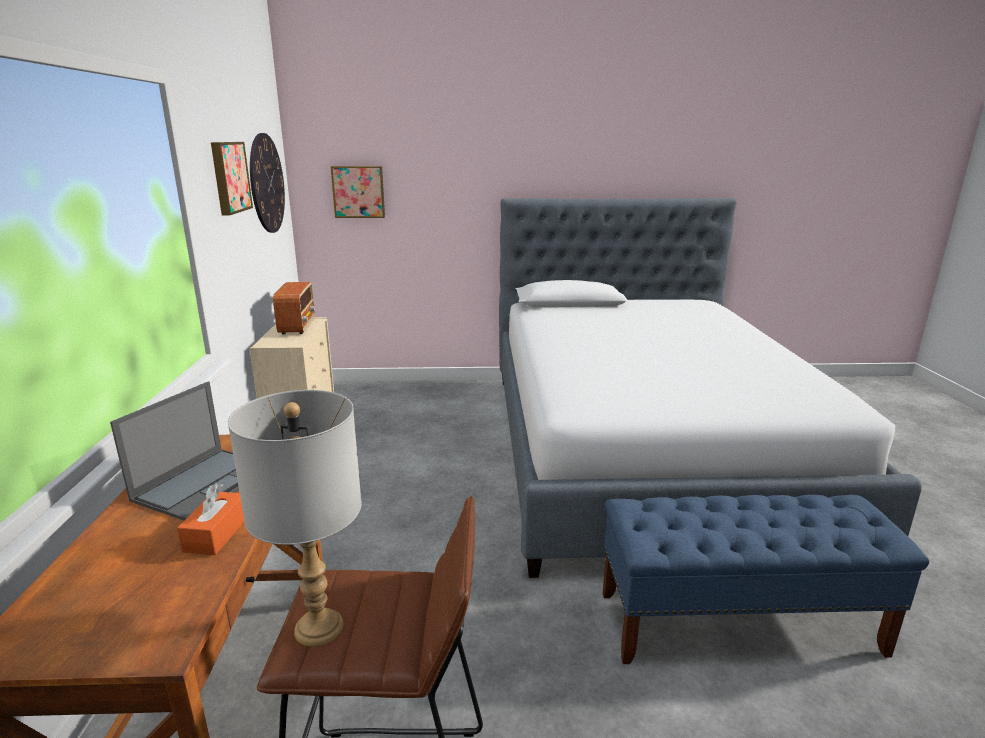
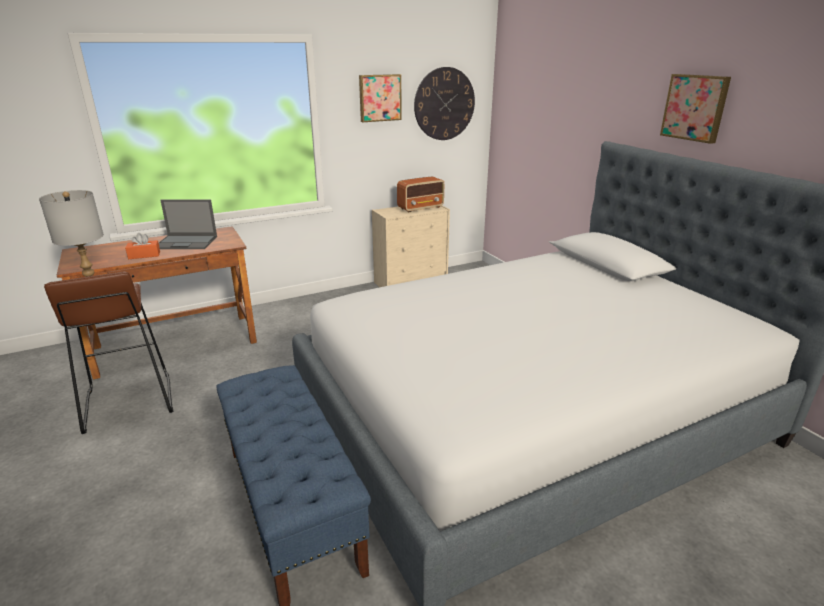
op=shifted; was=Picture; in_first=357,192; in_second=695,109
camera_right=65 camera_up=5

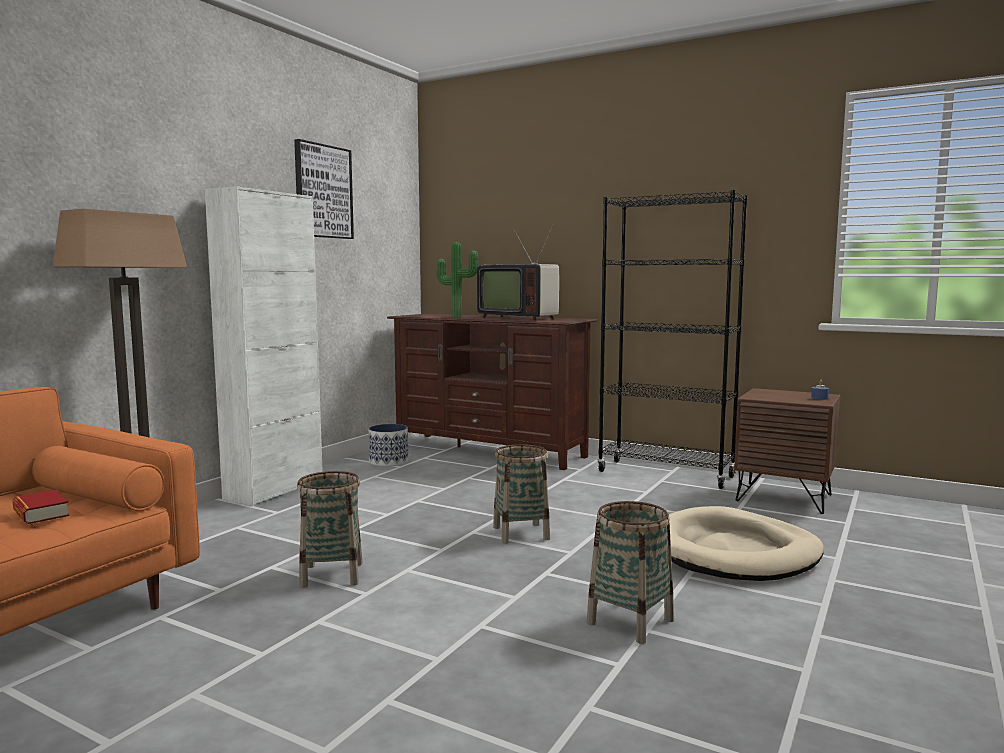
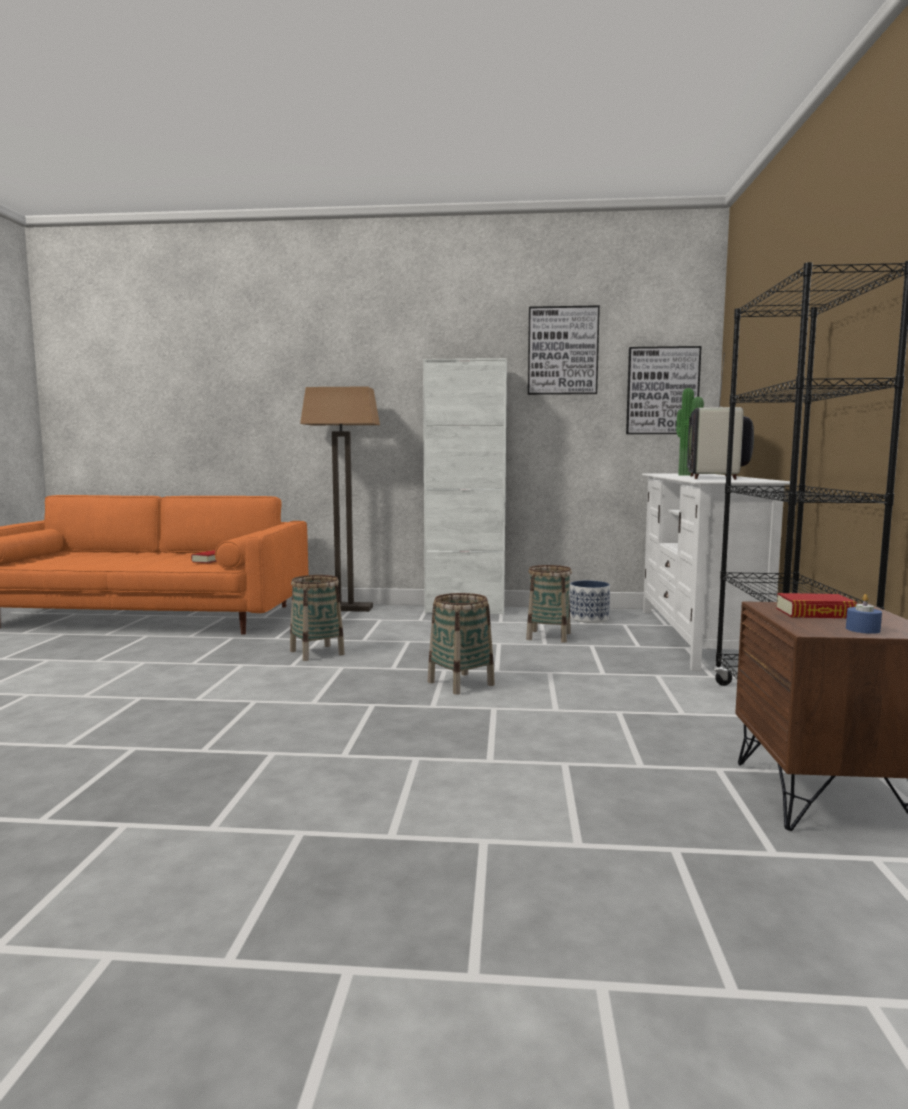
op=shifted; was=Basket; in_first=630,572; in_second=549,604
op=new; now=Picture; in_second=664,390
op=repainted; was=BrownTvStand; now=WhiteTvStand; in_first=492,392; in_second=716,572
op=new; now=Book; in_second=816,605
op=gone; was=BeigeDogBed; in_first=746,543
camera_right=65 camera_up=0

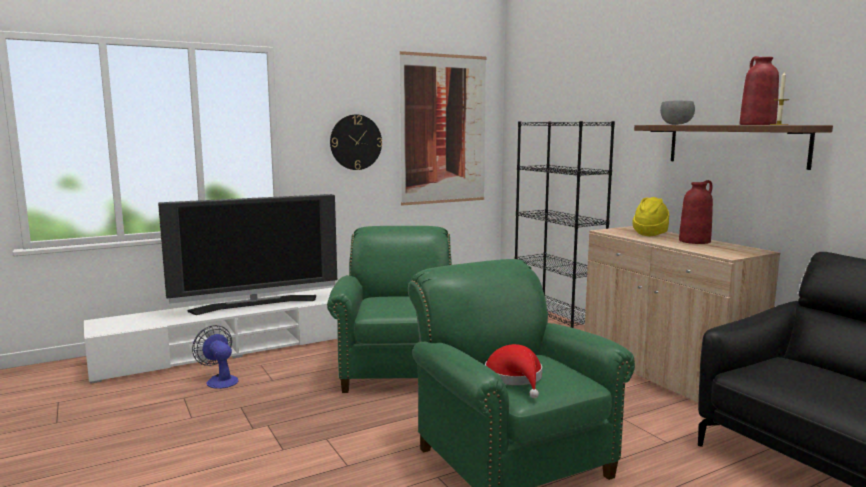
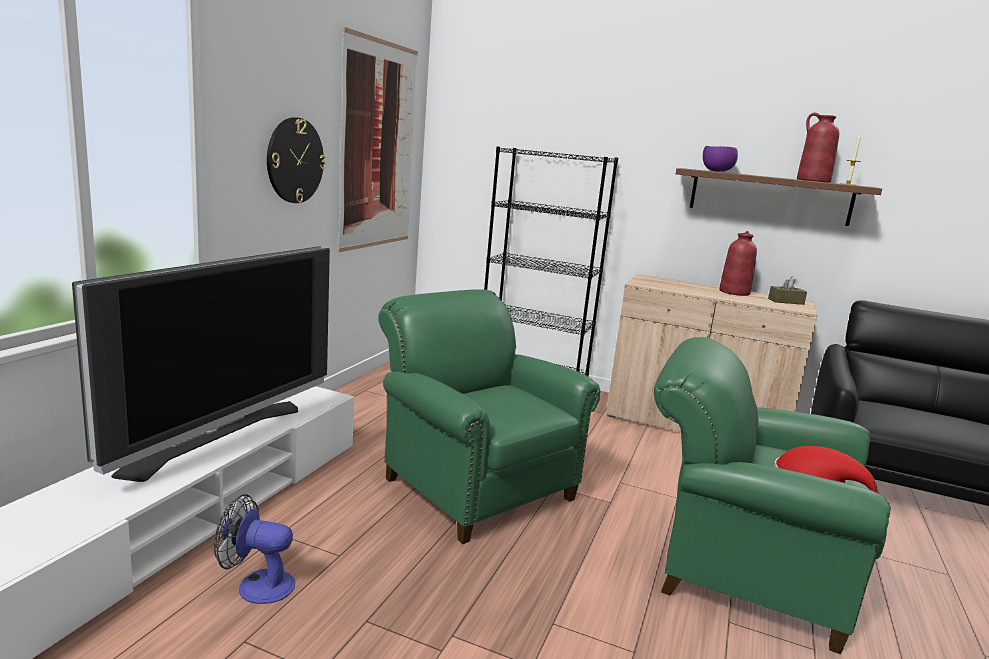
op=repainted; was=GreyBowl; now=PurpleBowl; in_first=677,112; in_second=720,159
op=new; now=BrownTissueBox; in_second=787,291
op=gone; was=YellowHat; in_first=650,216
camera_right=-40 camera_up=5

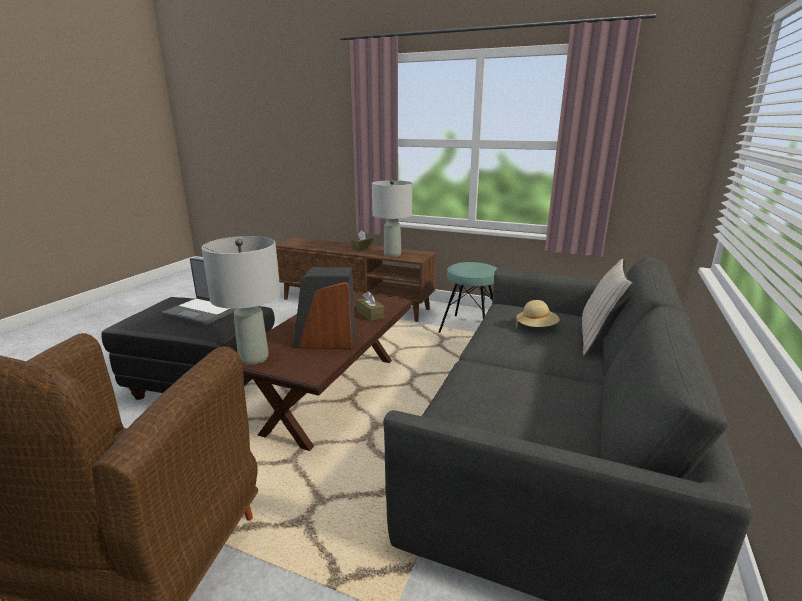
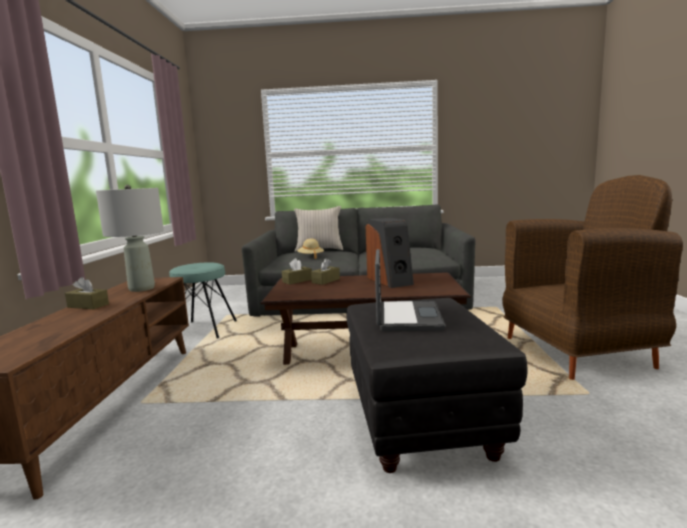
op=new; now=BrownTissueBox; in_second=297,271
op=gone; was=GreyTableLamp; in_first=241,300
camera_right=-110 camera_up=-10

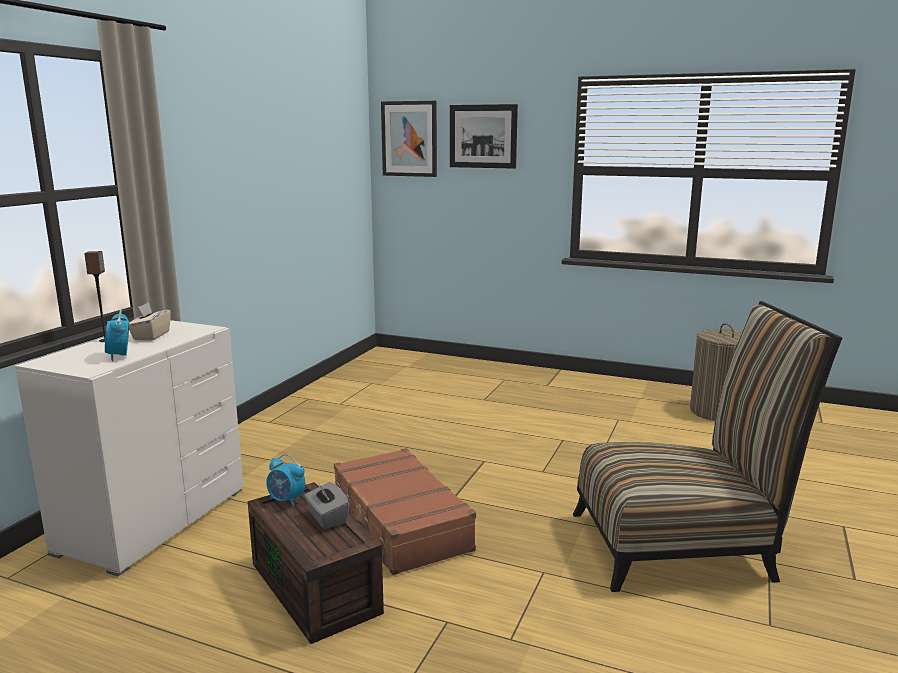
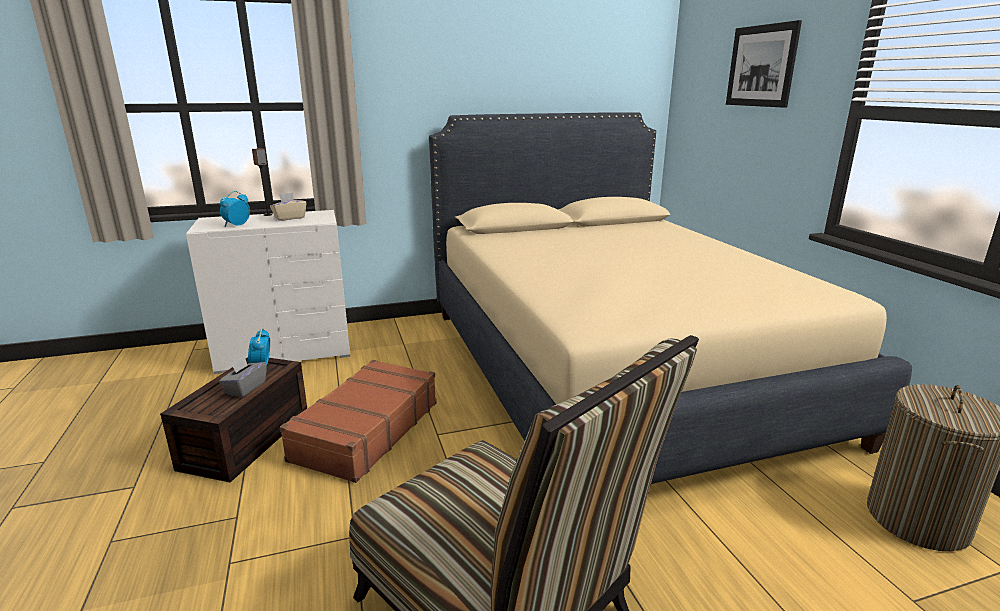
op=new; now=BeigeBed; in_second=670,298
op=gone; was=Picture; in_first=409,139
camera_right=50 camera_up=5

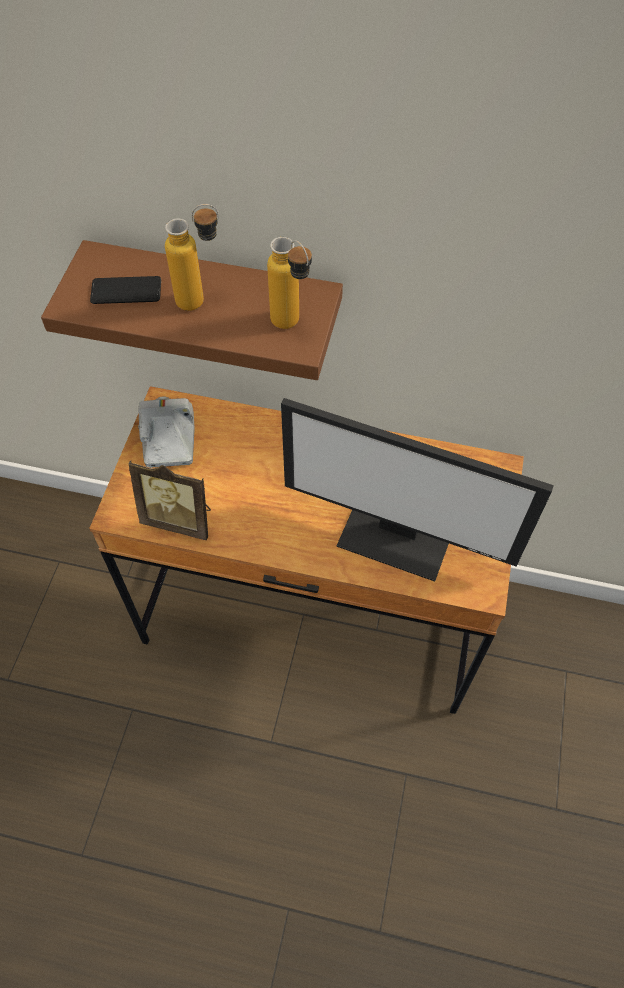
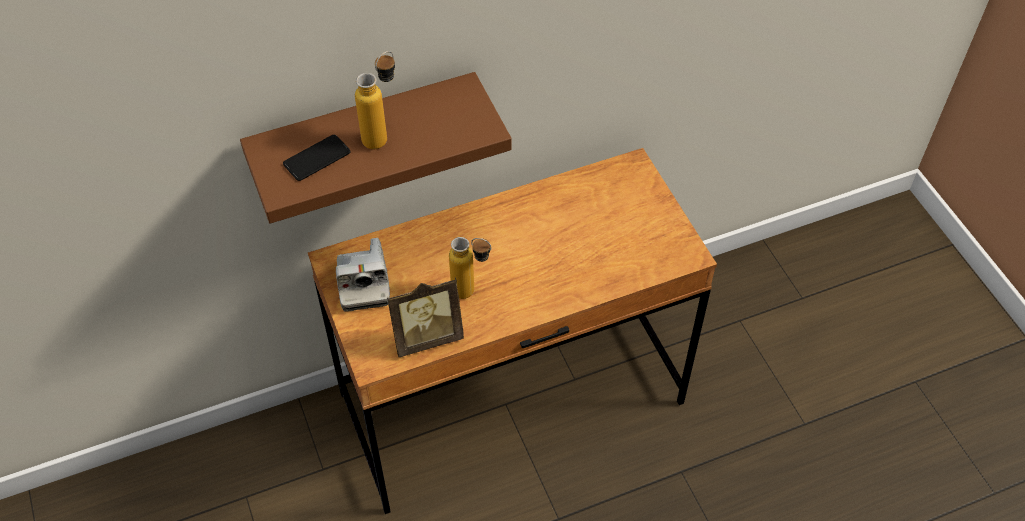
op=rotated; was=PhotoCamera; in_first=166,432; in_second=363,275; clockwise=-150
op=shifted; was=Bottle; in_first=289,283; in_second=470,268
op=gone; was=Monitor; in_first=417,490
camera_right=-35 camera_up=-5

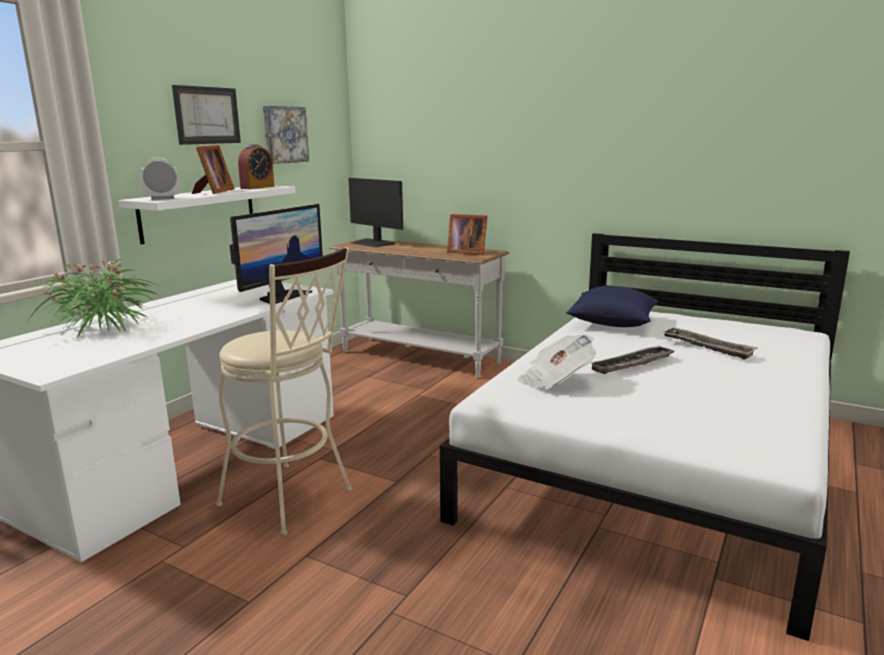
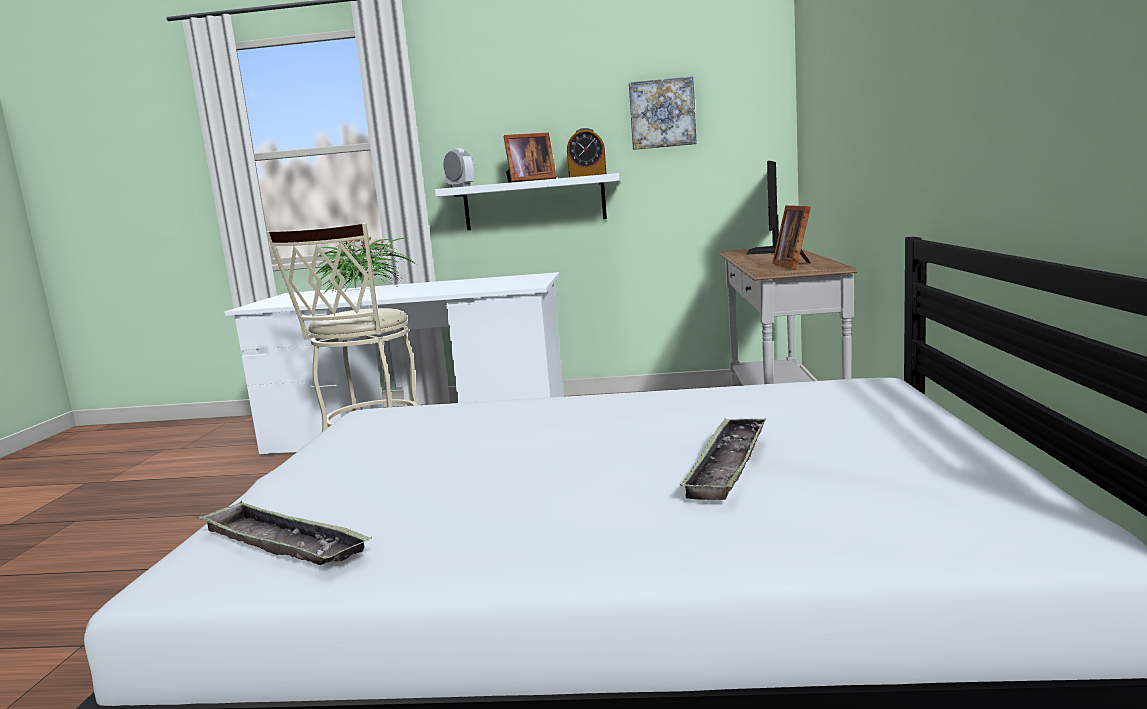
op=shifted; was=Tray; in_first=632,359; in_second=284,533
op=gone; was=Picture; in_first=206,115
op=gone; was=Monitor; in_first=276,254
op=gone; was=Newspaper; in_first=557,362
op=gone; was=BluePillow; in_first=612,306
camera_right=65 camera_up=-5

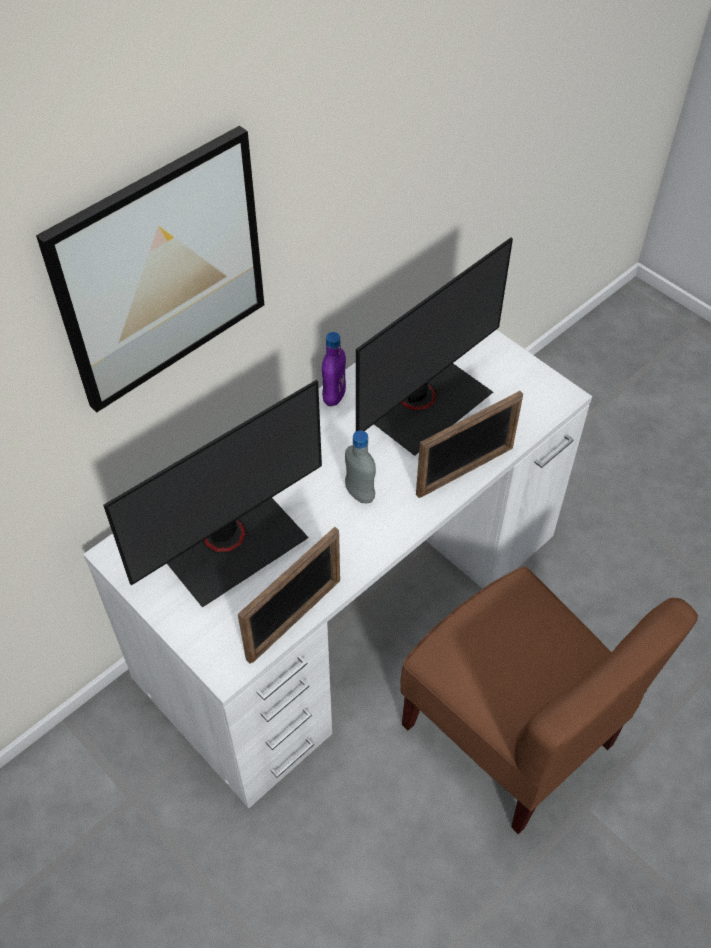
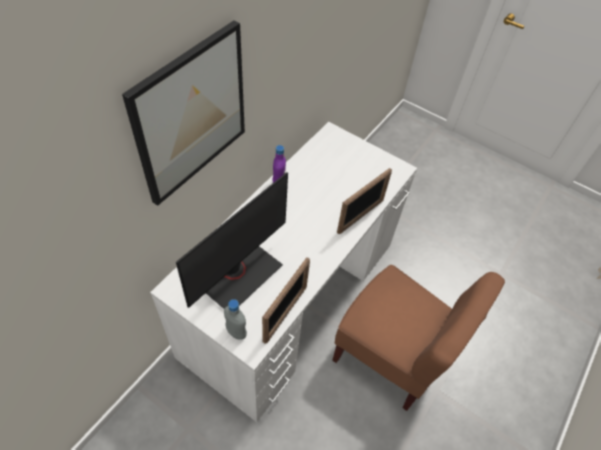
op=shifted; was=GreyBottle; in_first=360,466; in_second=235,319
op=gone; was=Monitor; in_first=434,347
camera_right=-15 camera_up=0

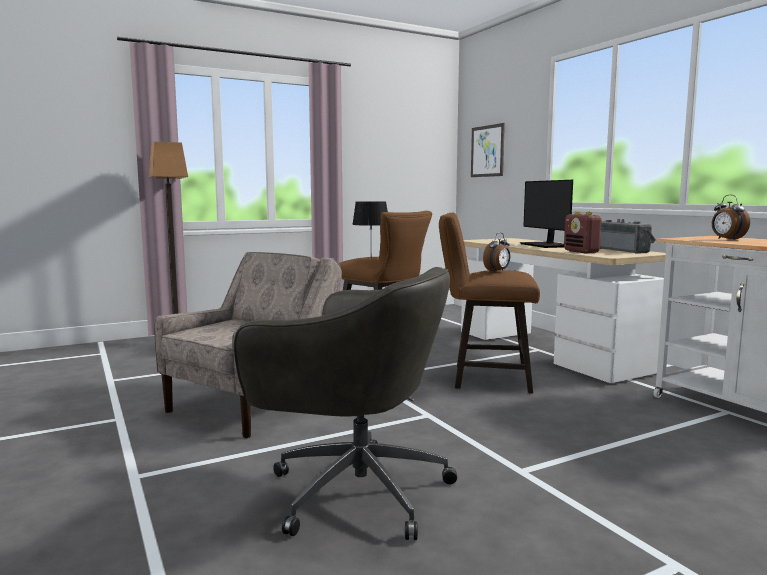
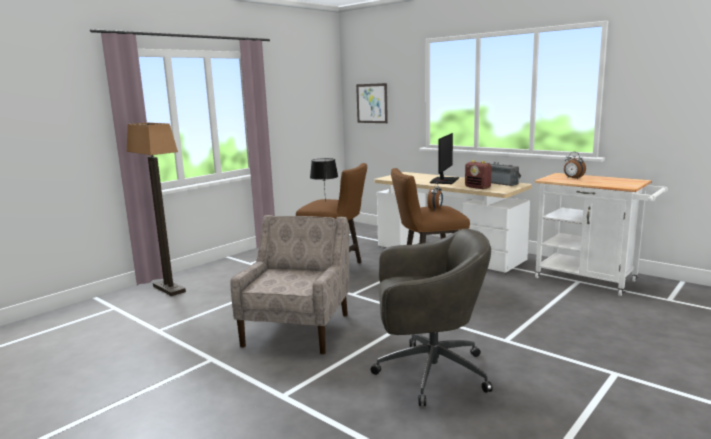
op=rotated; was=Monitor; in_first=546,214; in_second=444,158; clockwise=-120
camera_right=-20 camera_up=5

